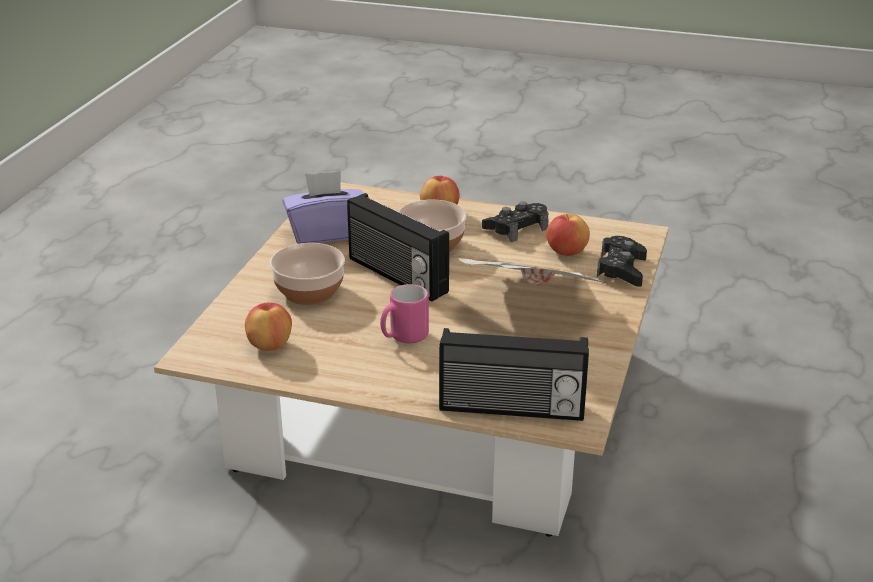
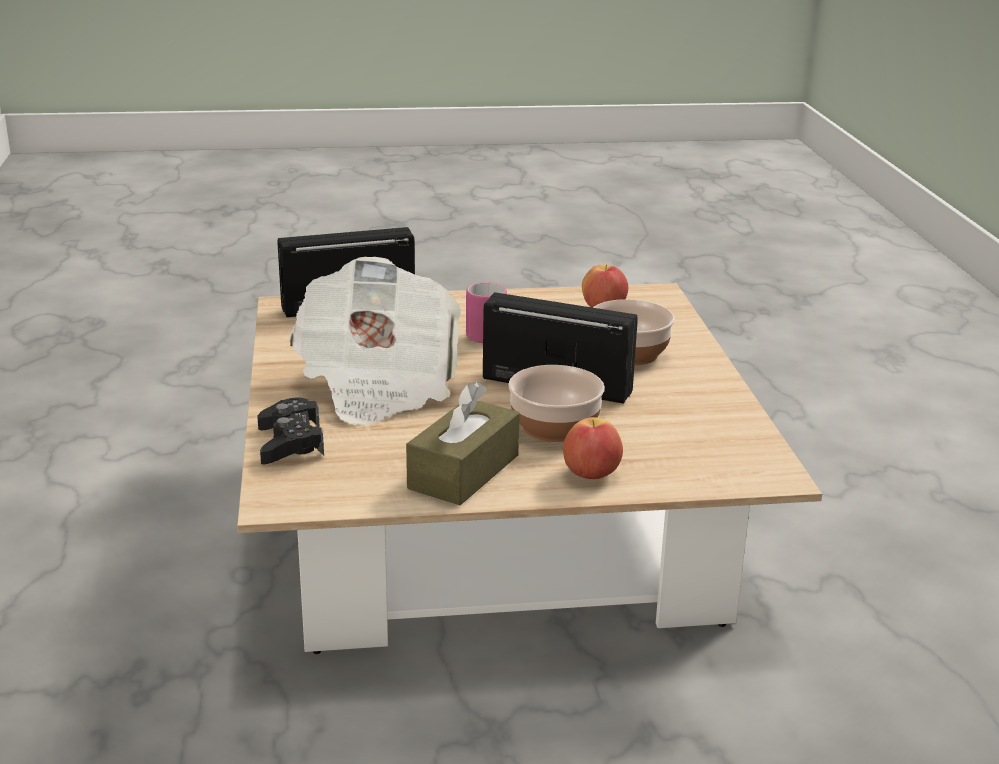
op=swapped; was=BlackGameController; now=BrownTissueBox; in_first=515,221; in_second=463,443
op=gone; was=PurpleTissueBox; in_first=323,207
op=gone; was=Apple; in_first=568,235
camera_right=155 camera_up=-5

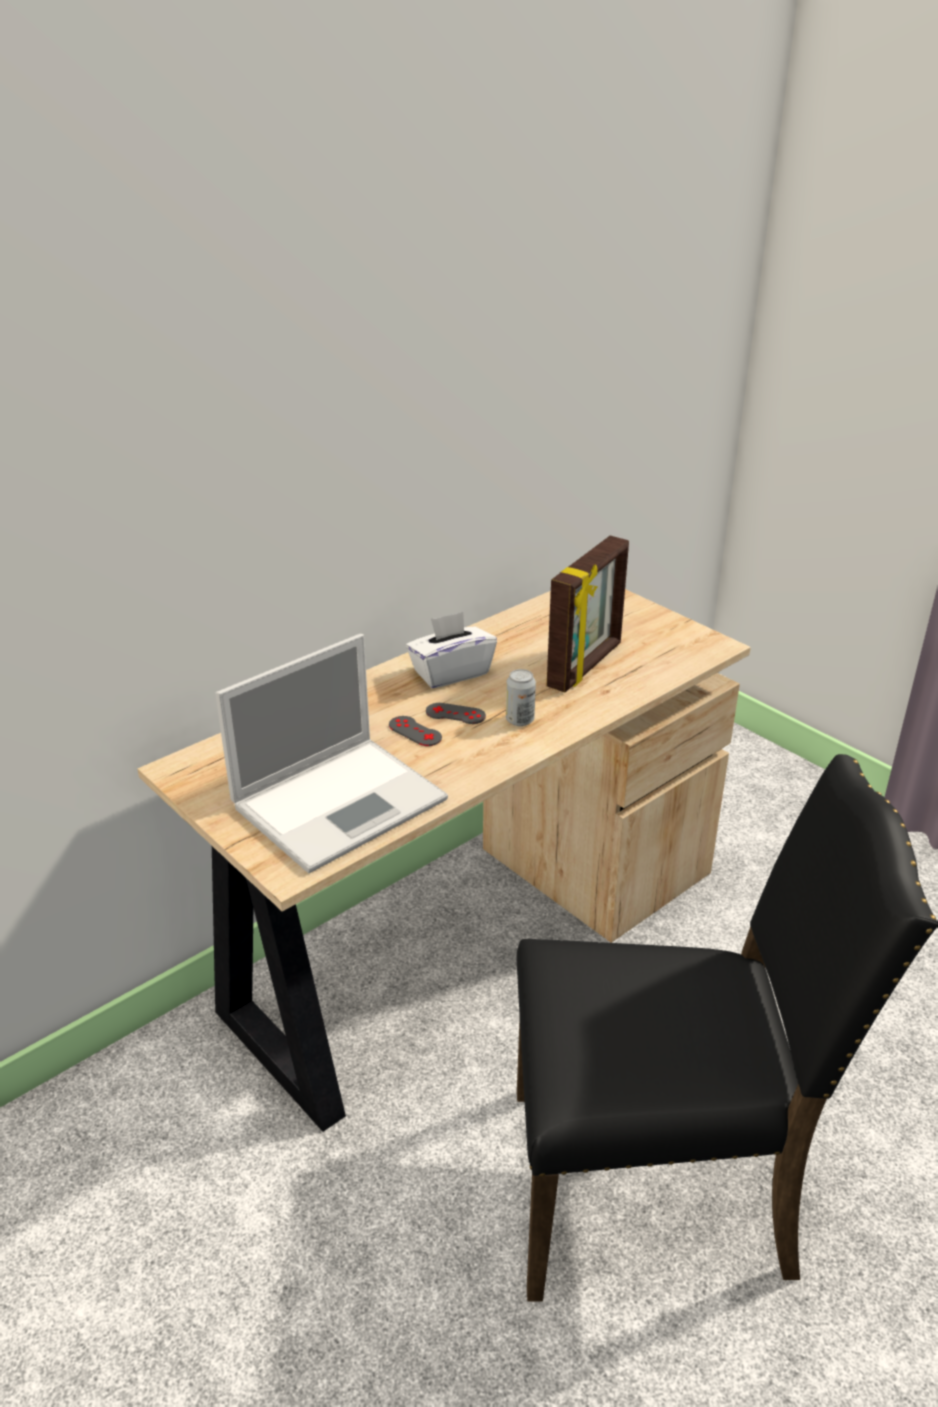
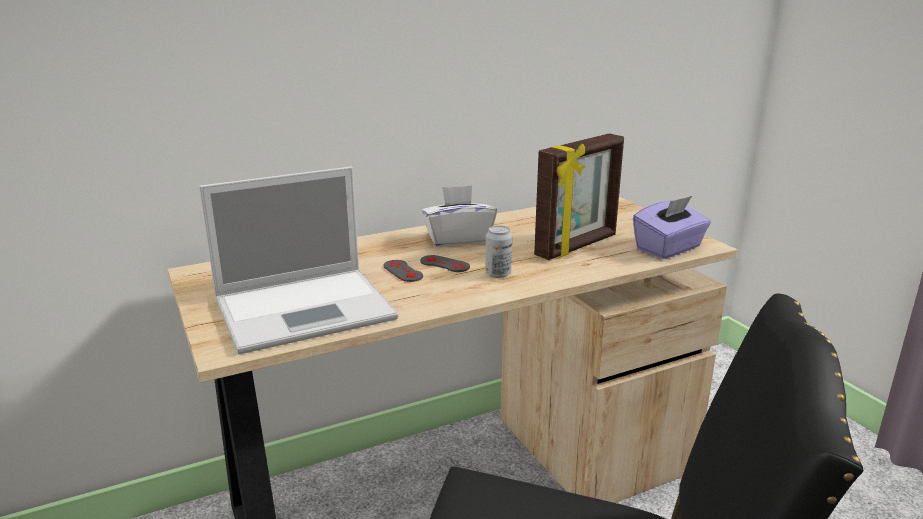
op=new; now=PurpleTissueBox; in_second=672,227
camera_right=15 camera_up=-10

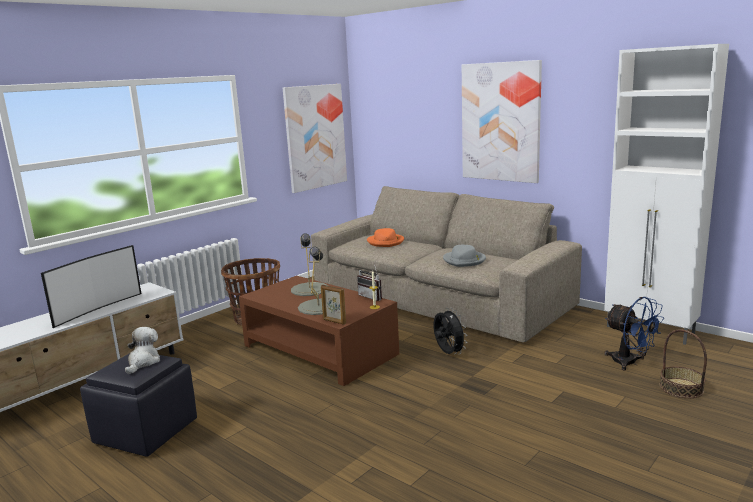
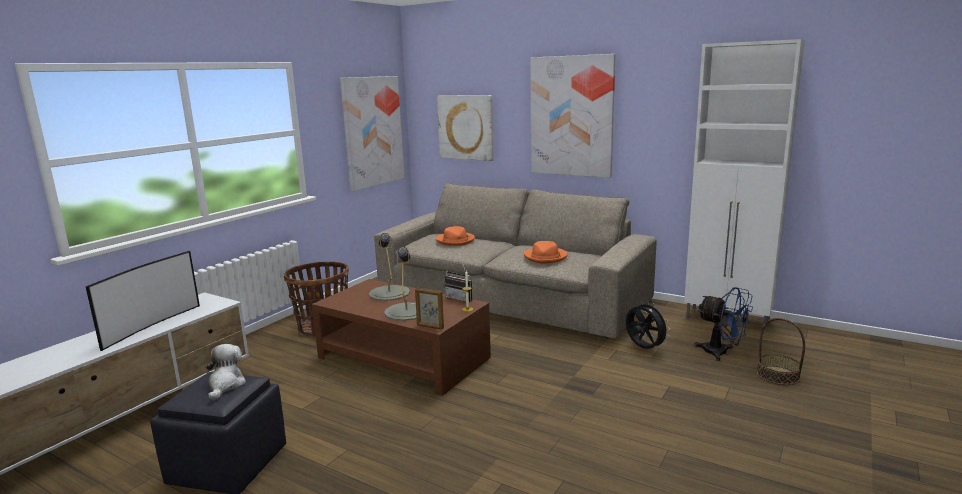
op=new; now=Picture; in_second=465,128
op=repainted; was=GreyHat; now=OrangeHat; in_first=464,256; in_second=546,252
op=shifted; was=BlackFan; in_first=450,332; in_second=648,325
camera_right=-10 camera_up=0

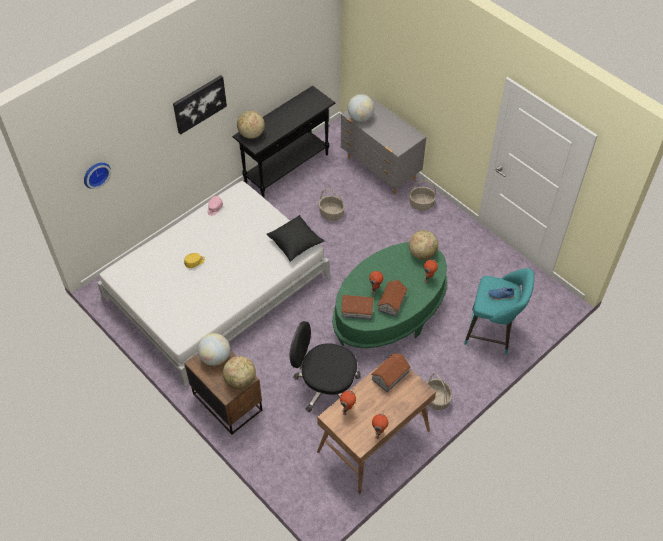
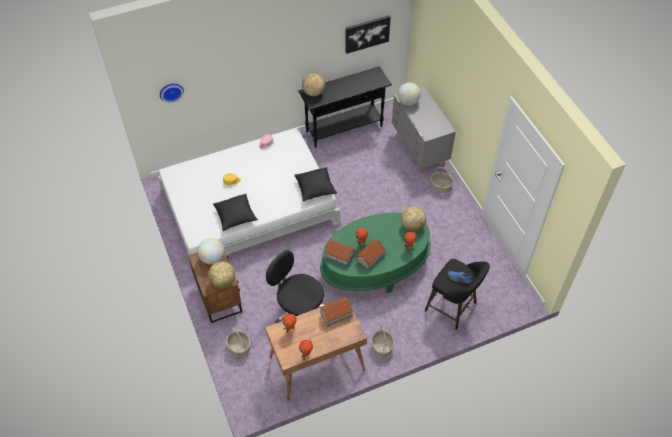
op=new; now=BlackPillow; in_second=235,212
op=shifted; was=Basket; in_first=332,204; in_second=238,342
op=shifted; was=Picture; in_first=200,105; in_second=368,34
op=repainted; was=TurquoiseStool; now=BlackStool; in_first=499,311; in_second=457,294
camera_right=20 camera_up=0

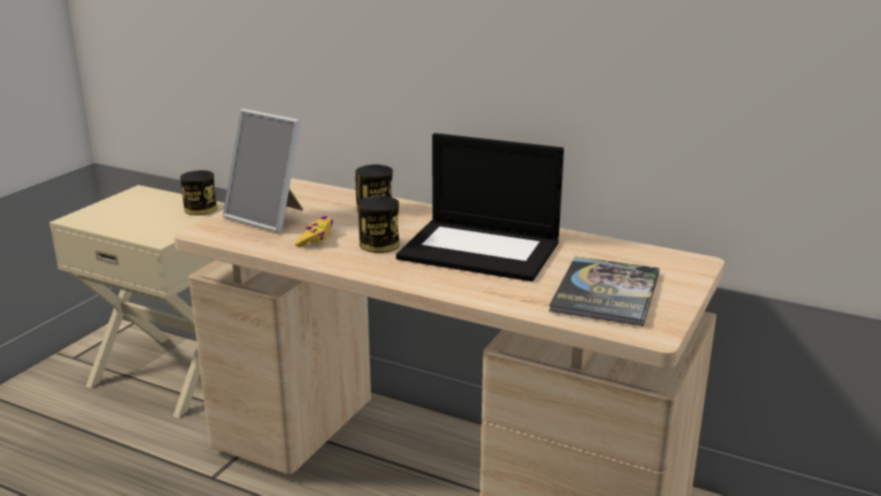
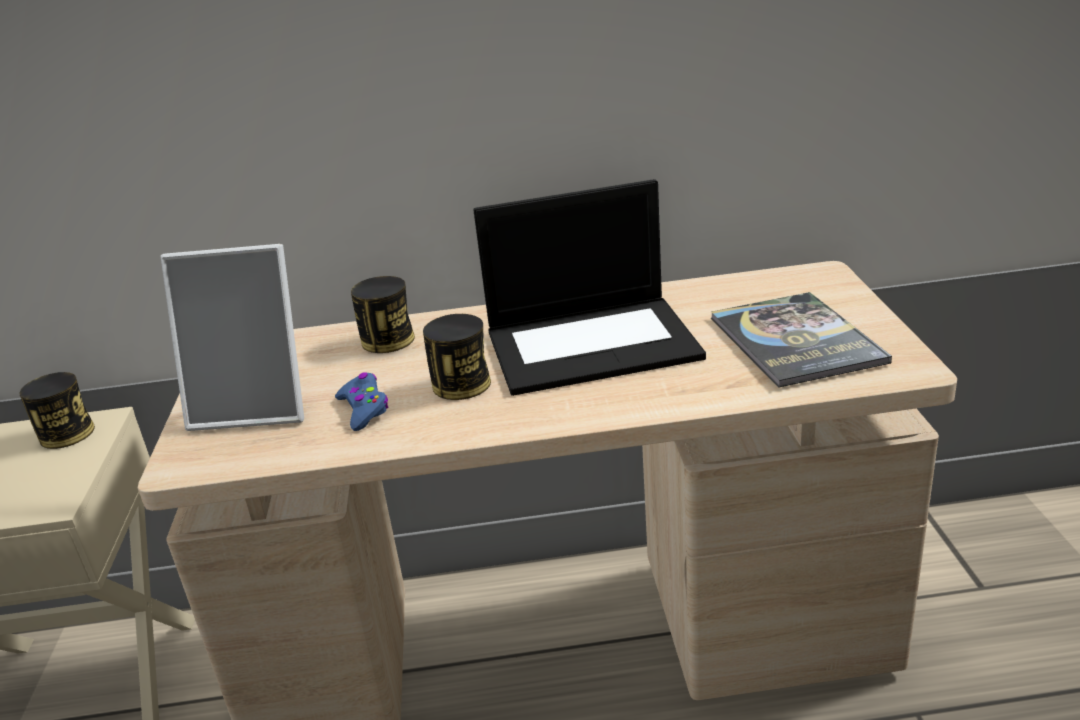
op=repainted; was=YellowGameController; now=BlueGameController; in_first=314,231; in_second=361,401
camera_right=-30 camera_up=5

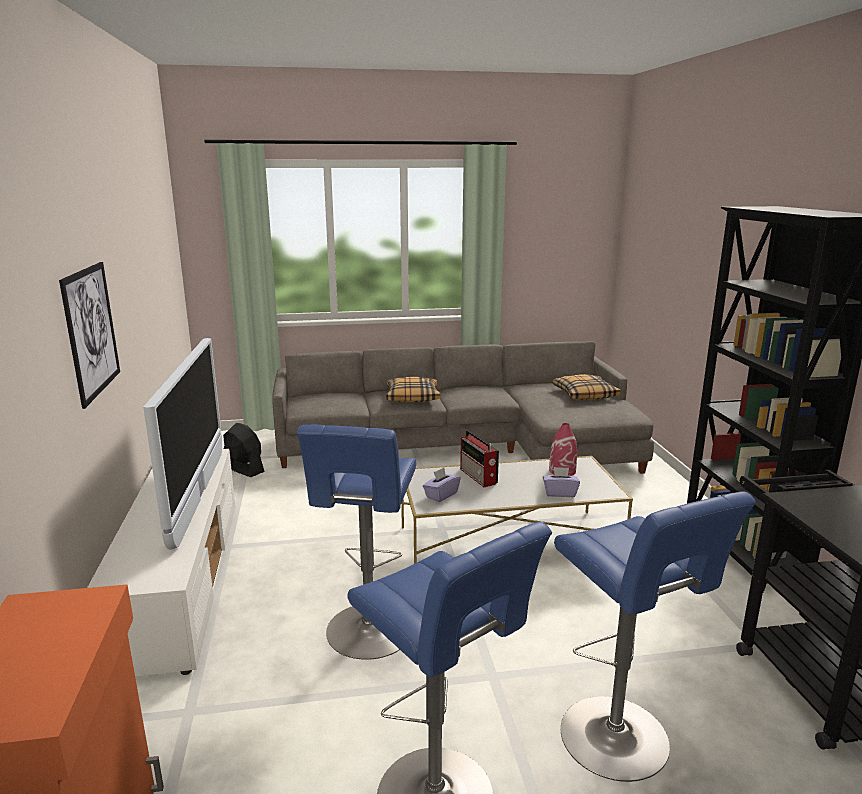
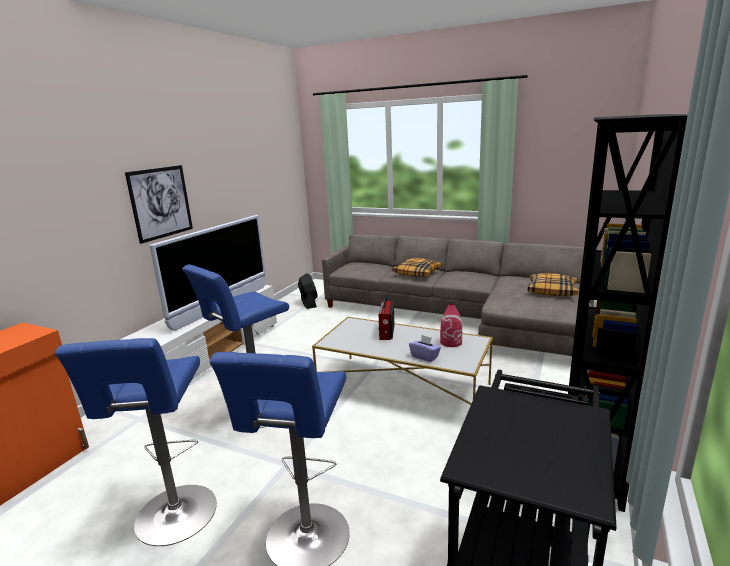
op=gone; was=PurpleTissueBox; in_first=442,485
camera_right=35 camera_up=0

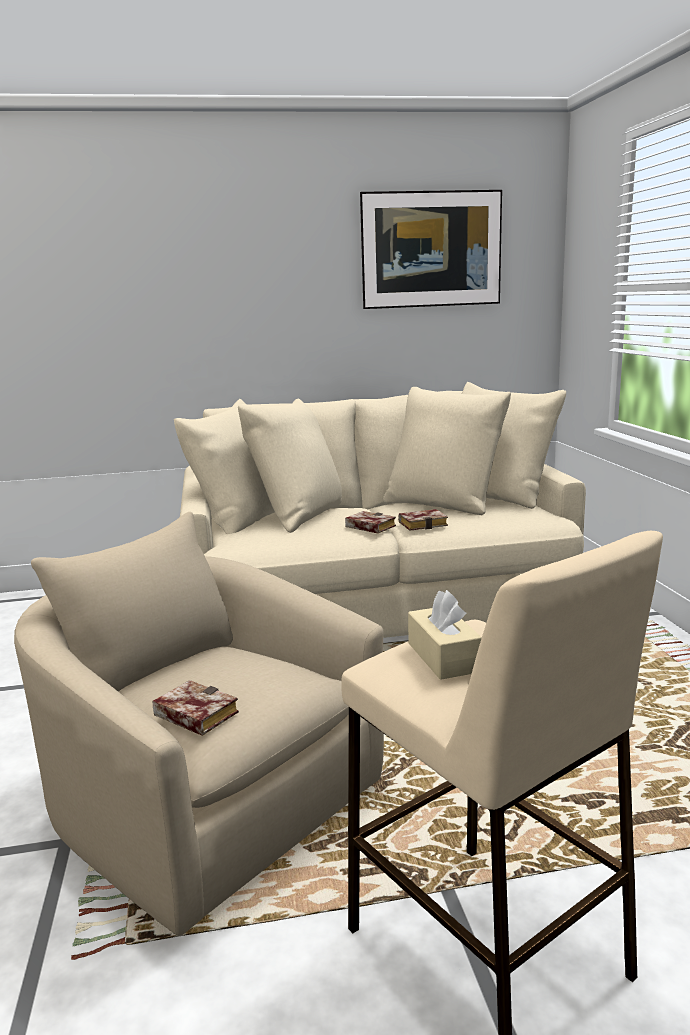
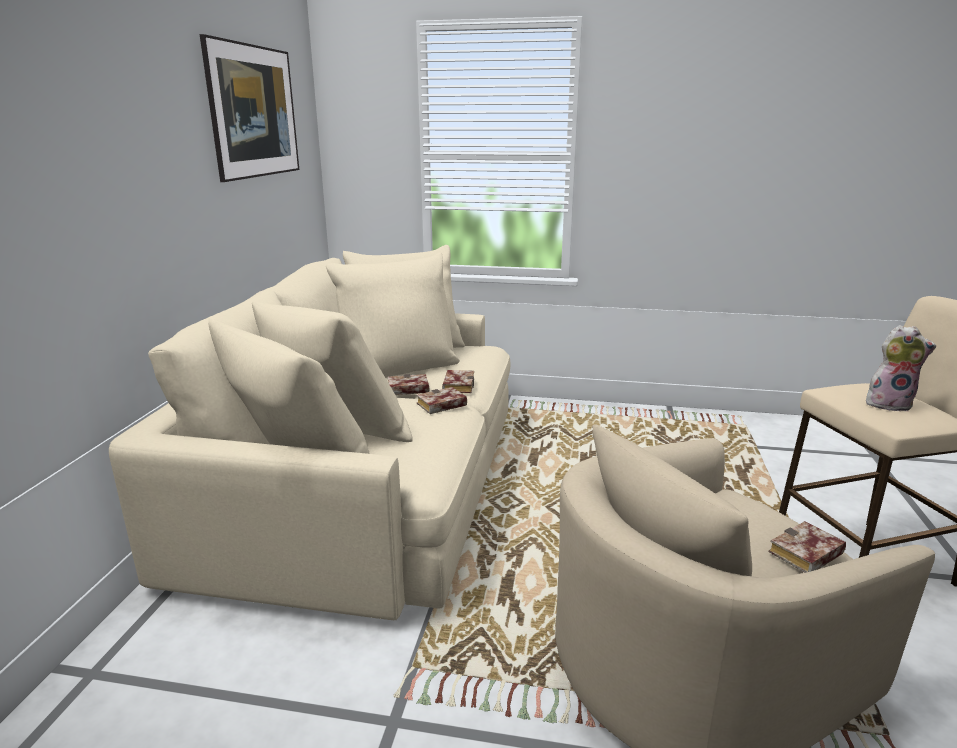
op=new; now=Book; in_second=408,384
op=swapped; was=BeigeTissueBox; now=PlushToy; in_first=445,635; in_second=901,368
camera_right=-70 camera_up=5

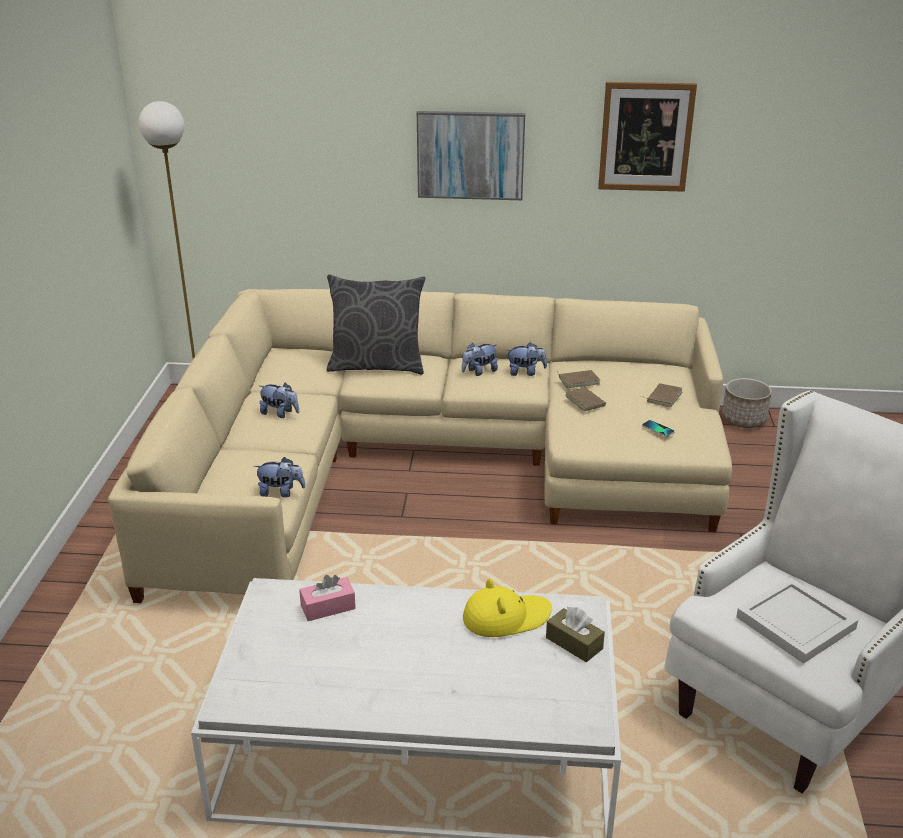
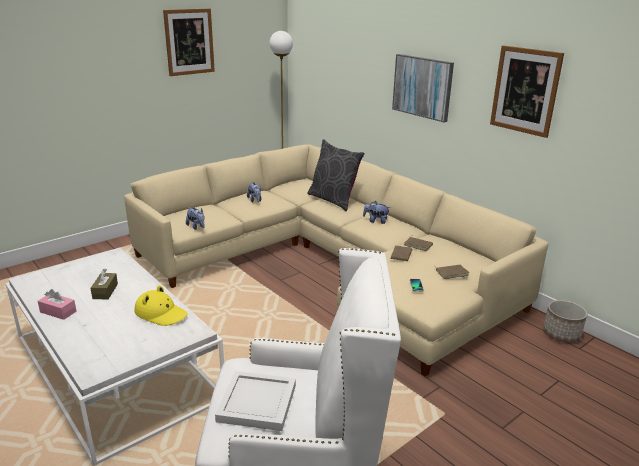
op=shifted; was=PinkTissueBox; in_first=327,598; in_second=57,304
op=shifted; was=BrownTissueBox; in_first=575,634; in_second=104,283
op=new; now=Picture; in_second=189,42
op=gone; was=PlushToy; in_first=527,359
camera_right=45 camera_up=-5

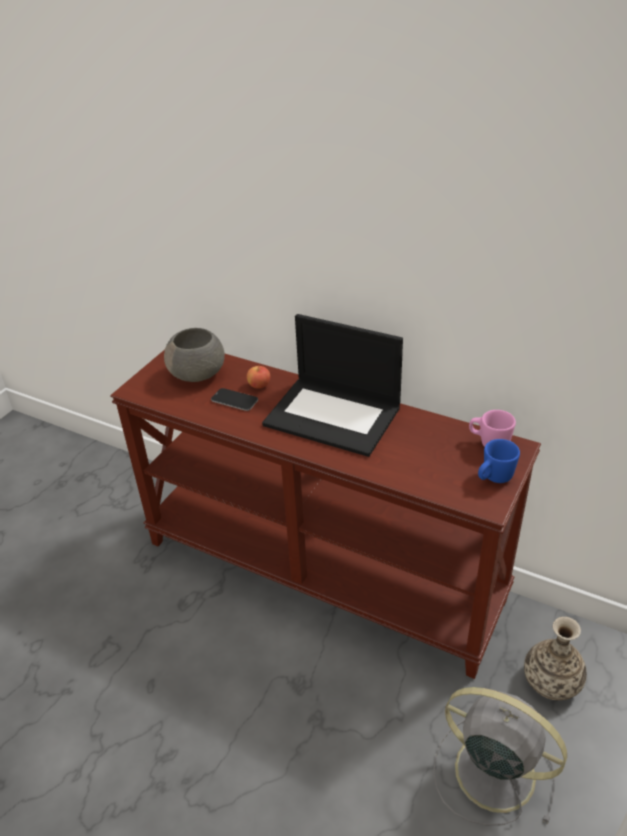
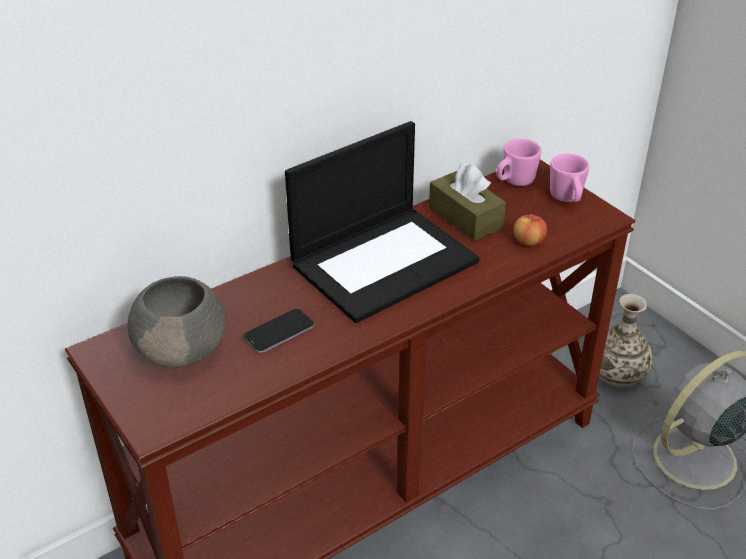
op=new; now=BrownTissueBox; in_second=467,202
op=shifted; was=Apple; in_first=258,377; in_second=530,230
op=repainted; was=BlueMug; now=PinkMug; in_first=499,461; in_second=569,178
camera_right=-65 camera_up=0

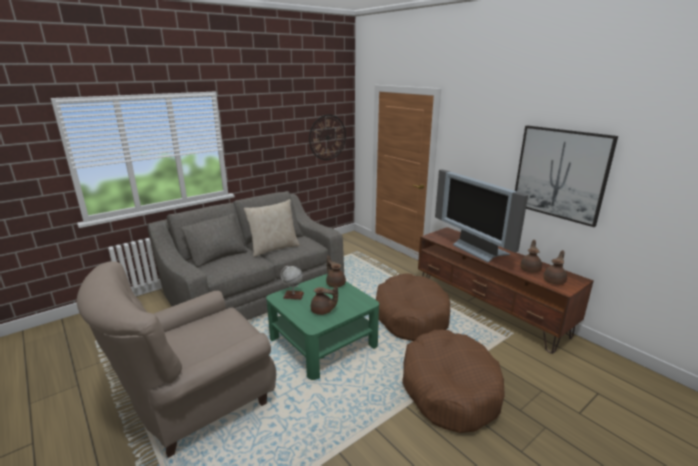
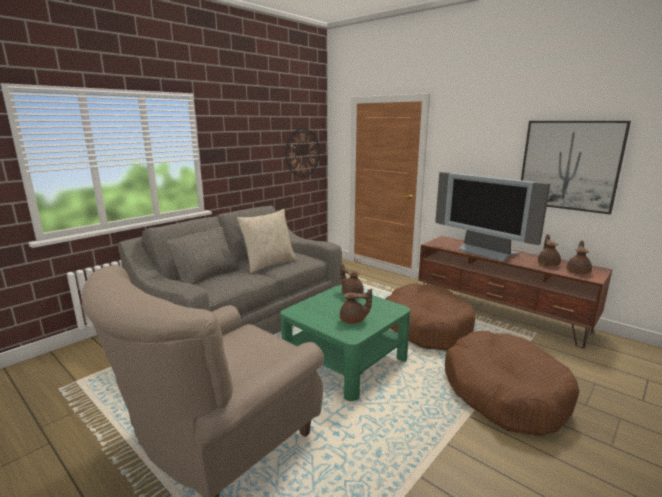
op=gone; was=Globe; in_first=292,283
camera_right=-10 camera_up=-5

